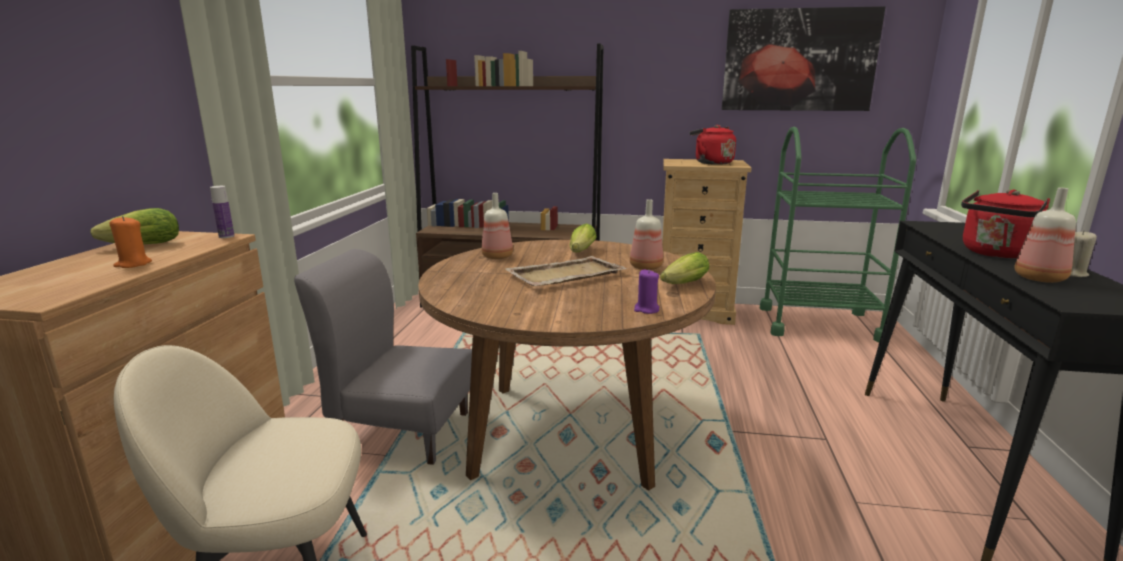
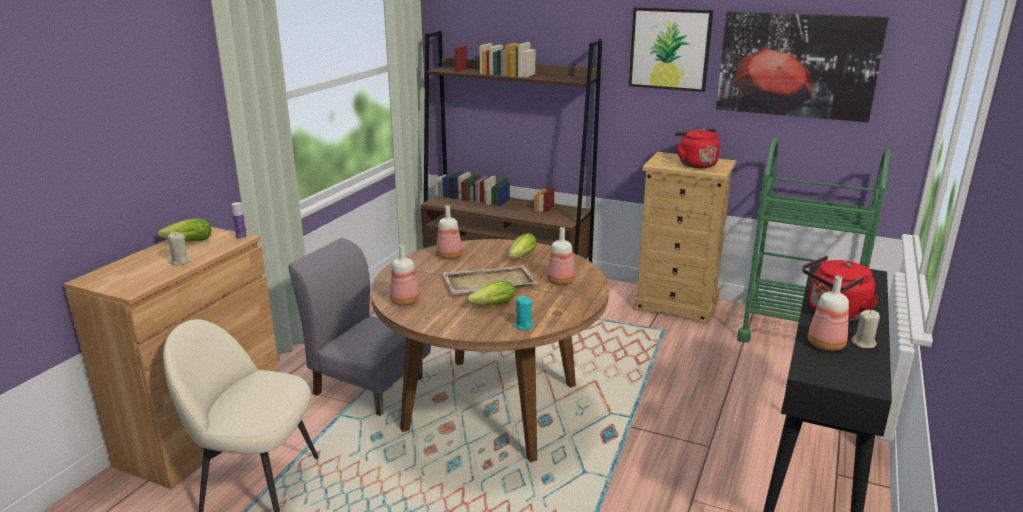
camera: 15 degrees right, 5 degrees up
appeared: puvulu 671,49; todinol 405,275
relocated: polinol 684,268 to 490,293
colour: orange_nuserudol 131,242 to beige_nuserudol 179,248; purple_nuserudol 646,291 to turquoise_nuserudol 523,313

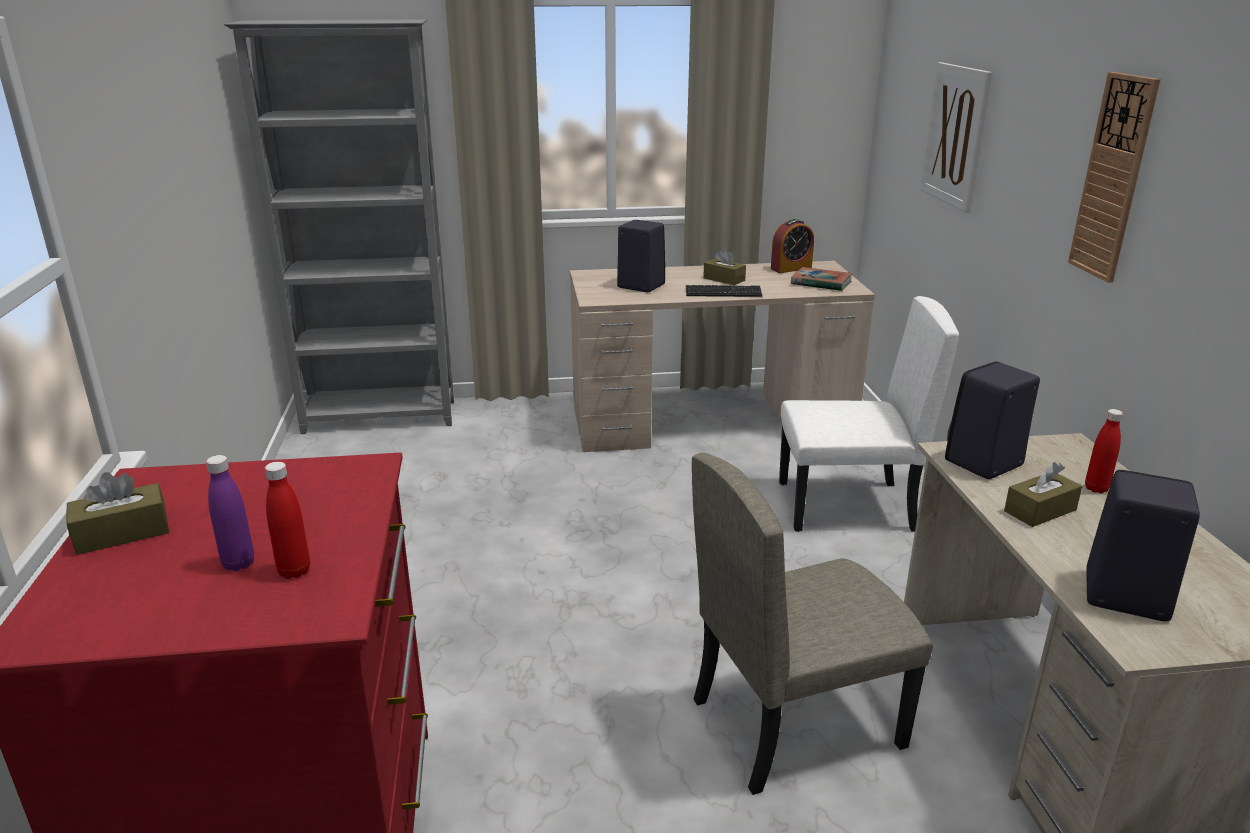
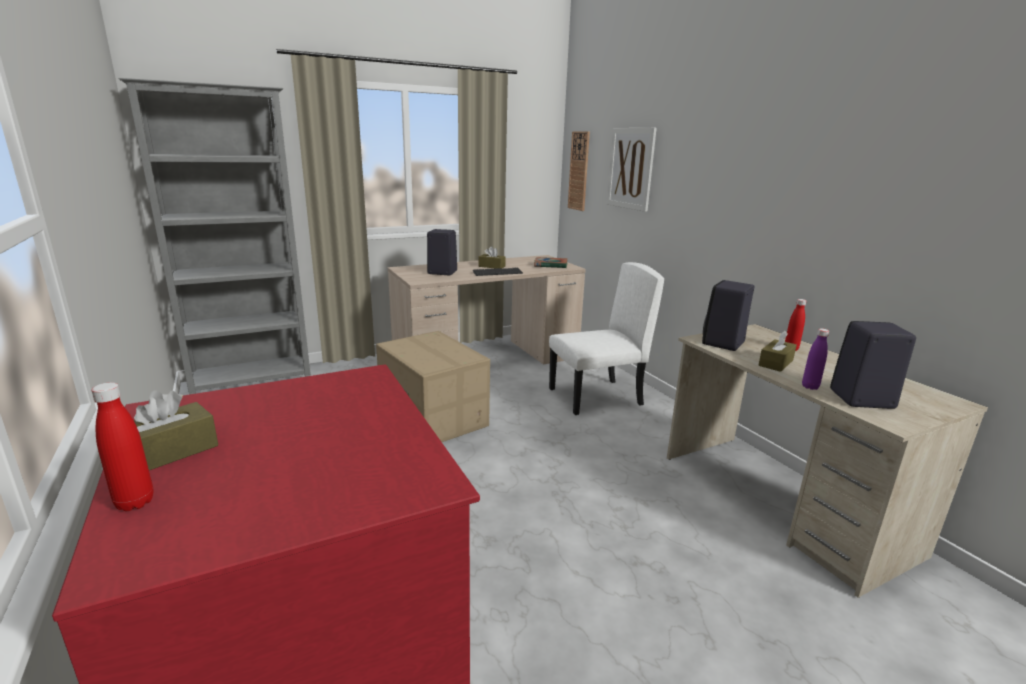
camera: 20 degrees left, 5 degrees down
missing: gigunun 792,246; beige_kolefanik 812,624
appeared: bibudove 433,386
relocated: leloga 1114,177 to 579,171; purple_todinol 230,513 to 815,359; red_todinol 287,520 to 122,446

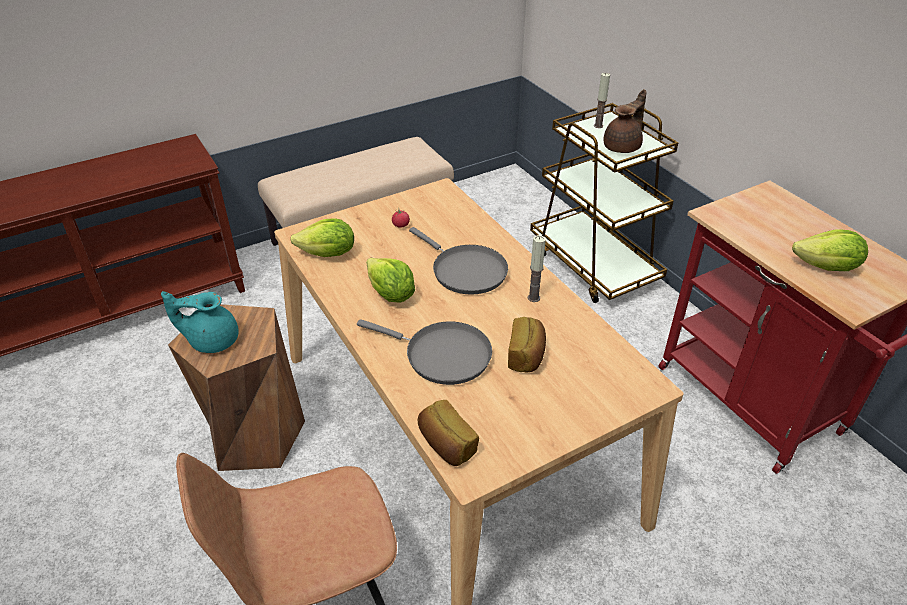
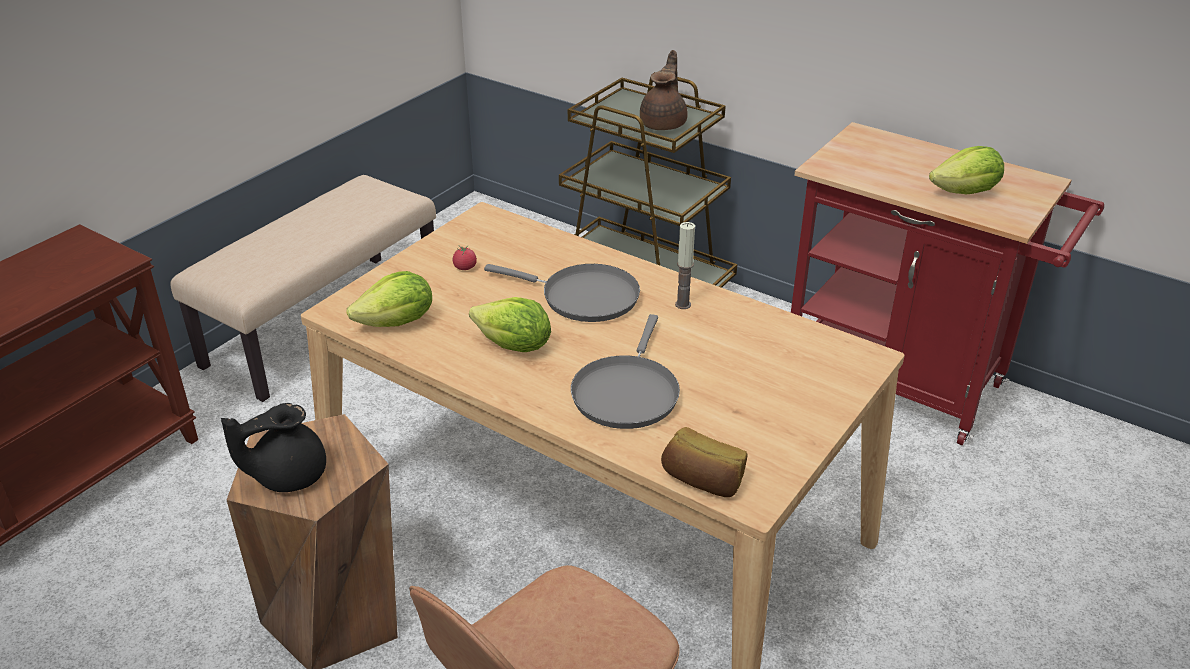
camera: 25 degrees left, 5 degrees down
missing: nuserudol 602,100; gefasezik 527,345
colour: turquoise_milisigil 199,322 to black_milisigil 273,447
spun: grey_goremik 424,352 = 625,371 105 degrees clockwise

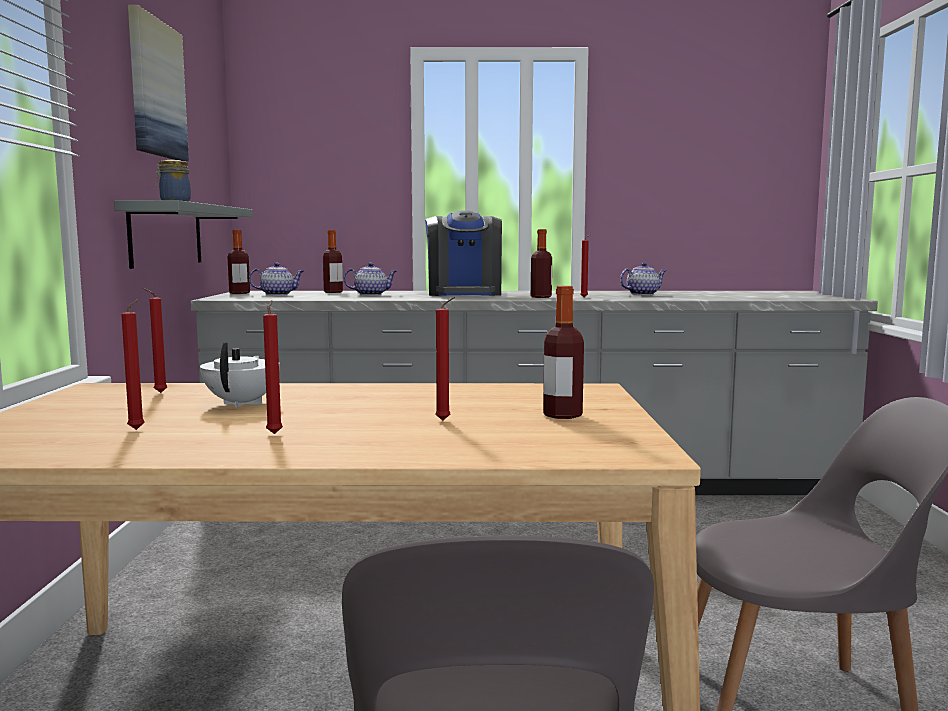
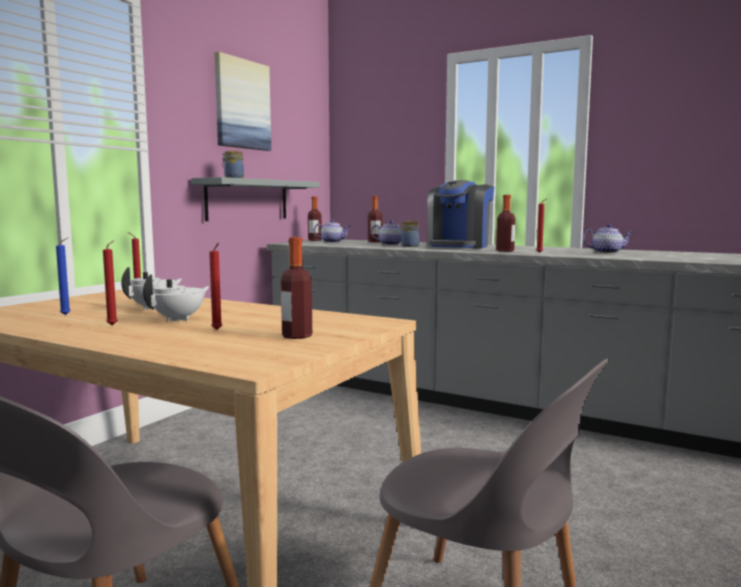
camera: 30 degrees right, 0 degrees up
appeared: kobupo 410,234; white_milisigil 176,297
colour: red_nuserudol 133,364 to blue_nuserudol 63,276

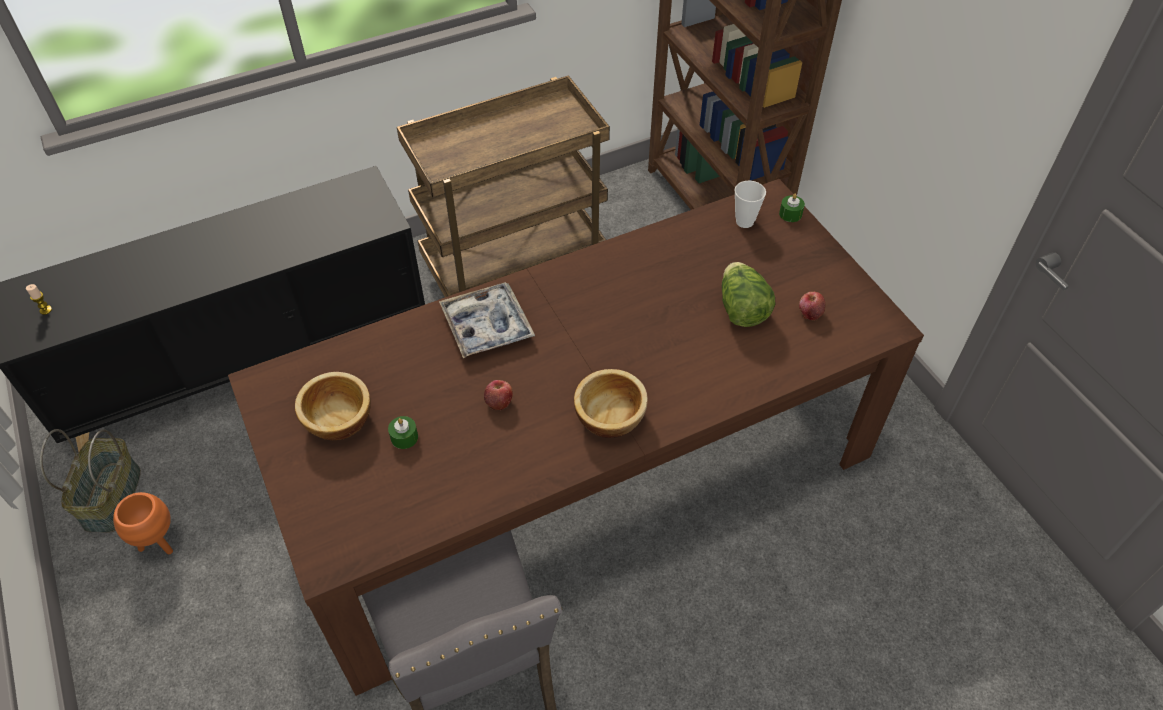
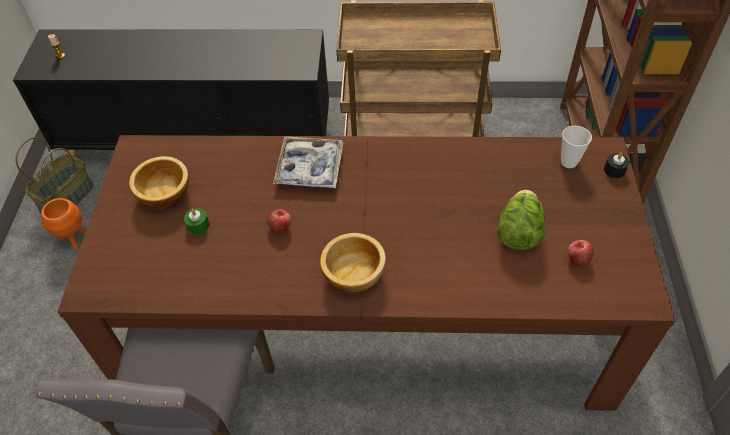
camera: 30 degrees right, 0 degrees up
colour: green_nuserudol 792,208 to black_nuserudol 616,165

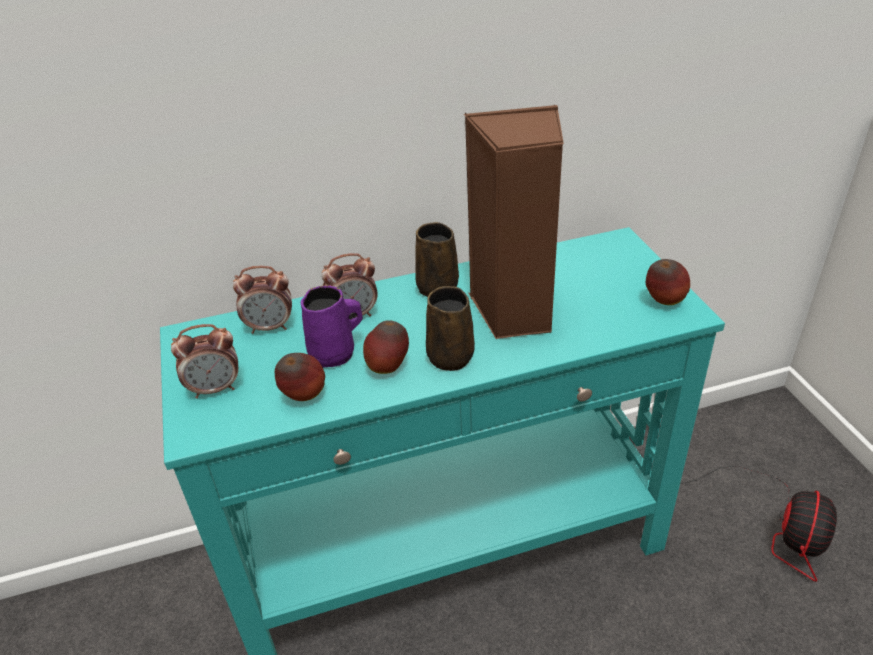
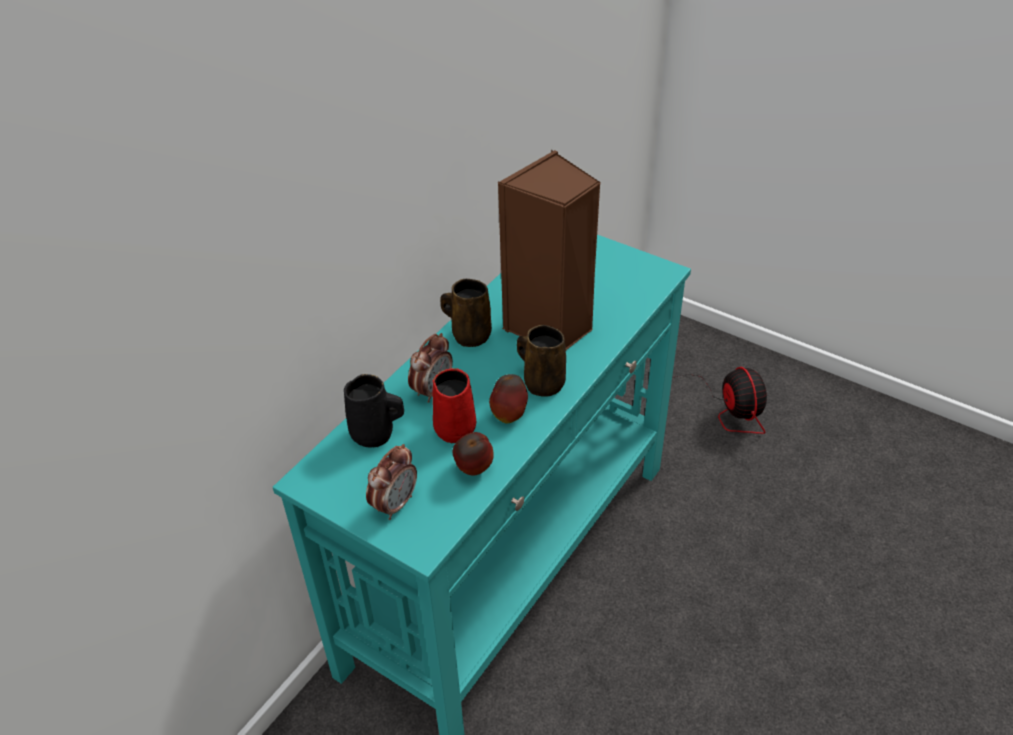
camera: 40 degrees left, 5 degrees up
missing: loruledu 668,282
exchanged: gigunun 262,300 to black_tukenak 374,411
colour: purple_tukenak 332,326 to red_tukenak 454,405

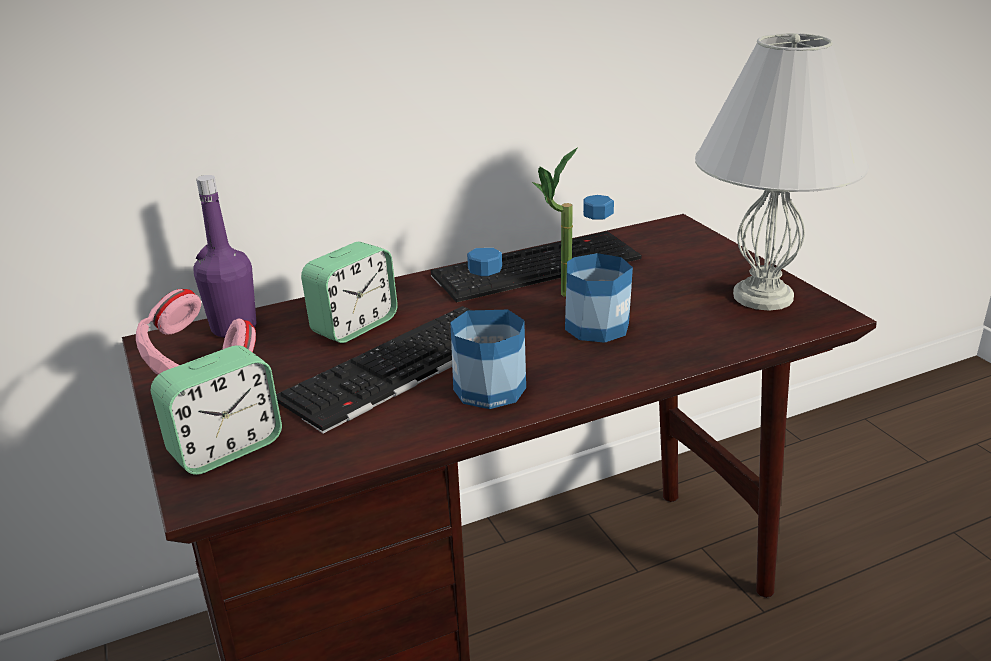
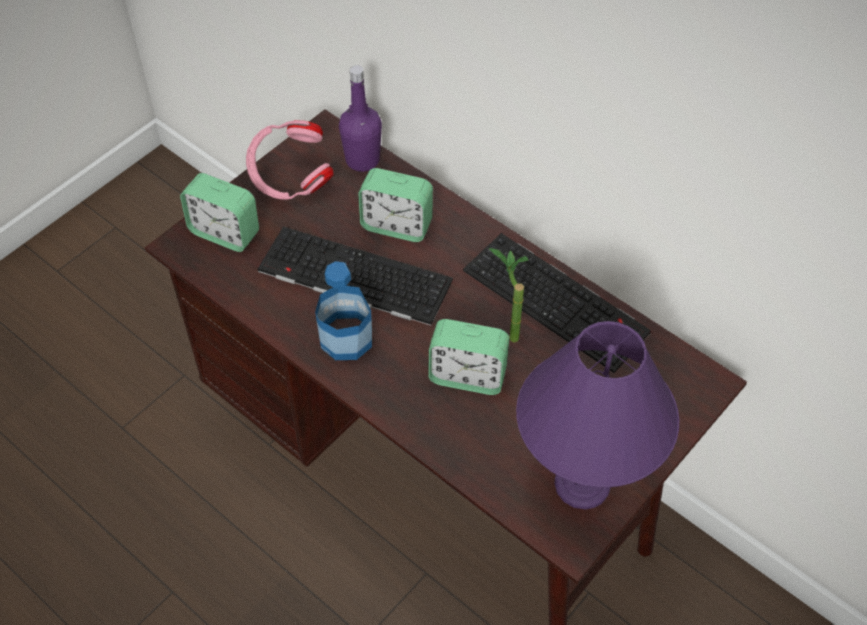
camera: 65 degrees right, 25 degrees up
exchanged: todinol 599,269 to gigunun 469,357
colour: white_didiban 782,172 to purple_didiban 597,415

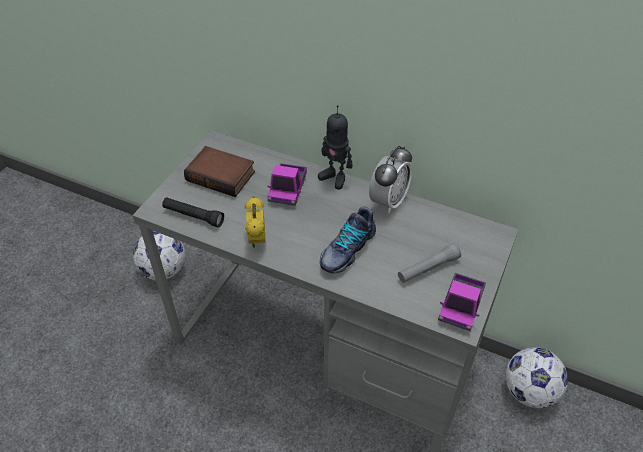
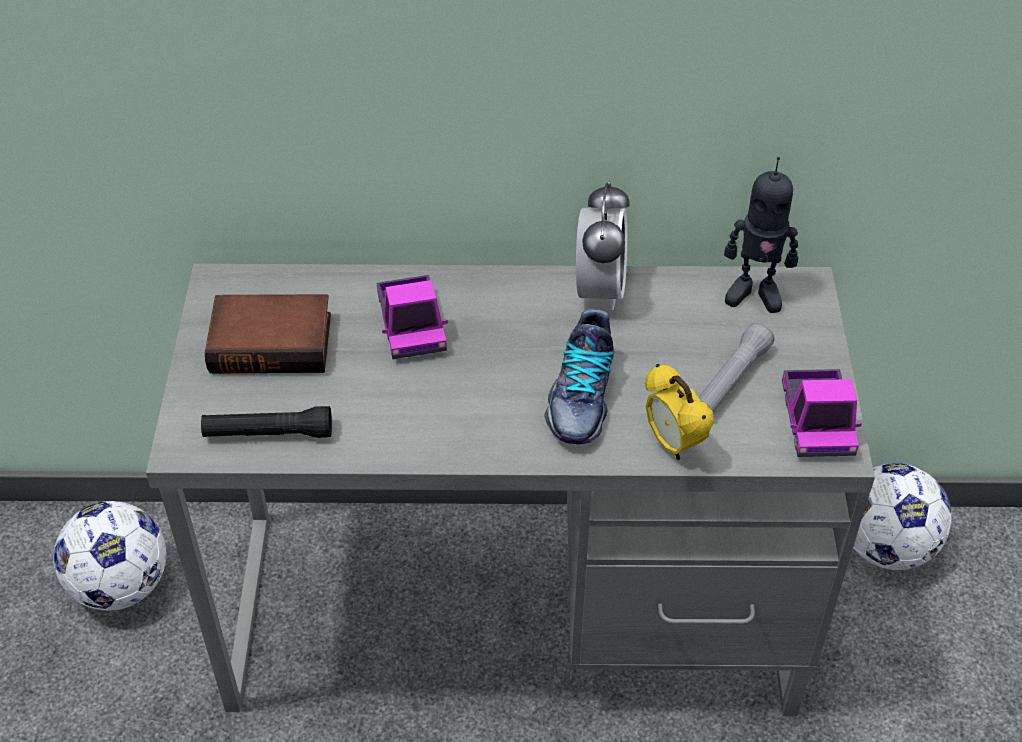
camera: 25 degrees left, 0 degrees up
relocated: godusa 335,147 to 761,235; gigunun 255,222 to 679,412

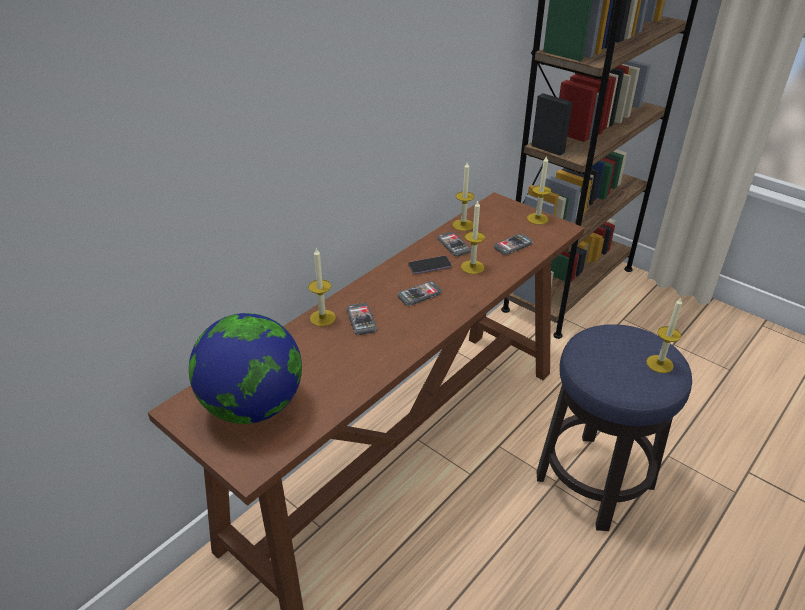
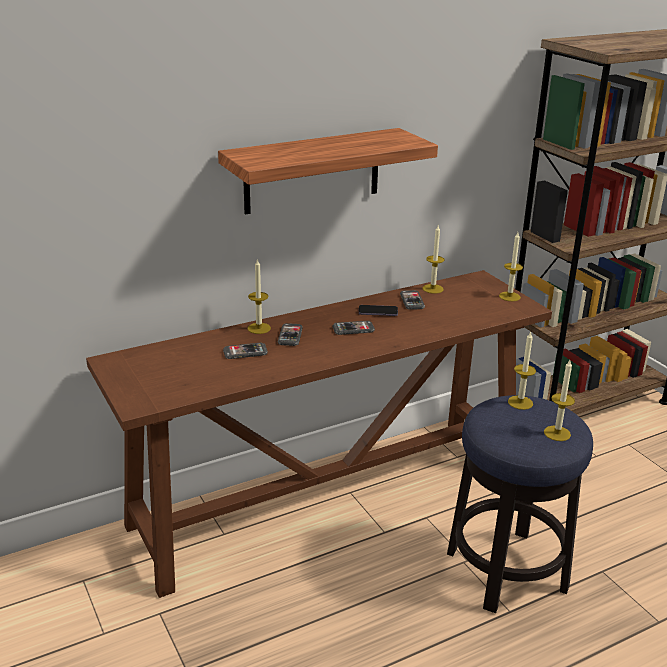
camera: 20 degrees right, 10 degrees down
missing: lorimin 245,368
appeared: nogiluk 328,171
relocated: nuserudol 473,237 to 522,371; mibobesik 513,244 to 245,351

